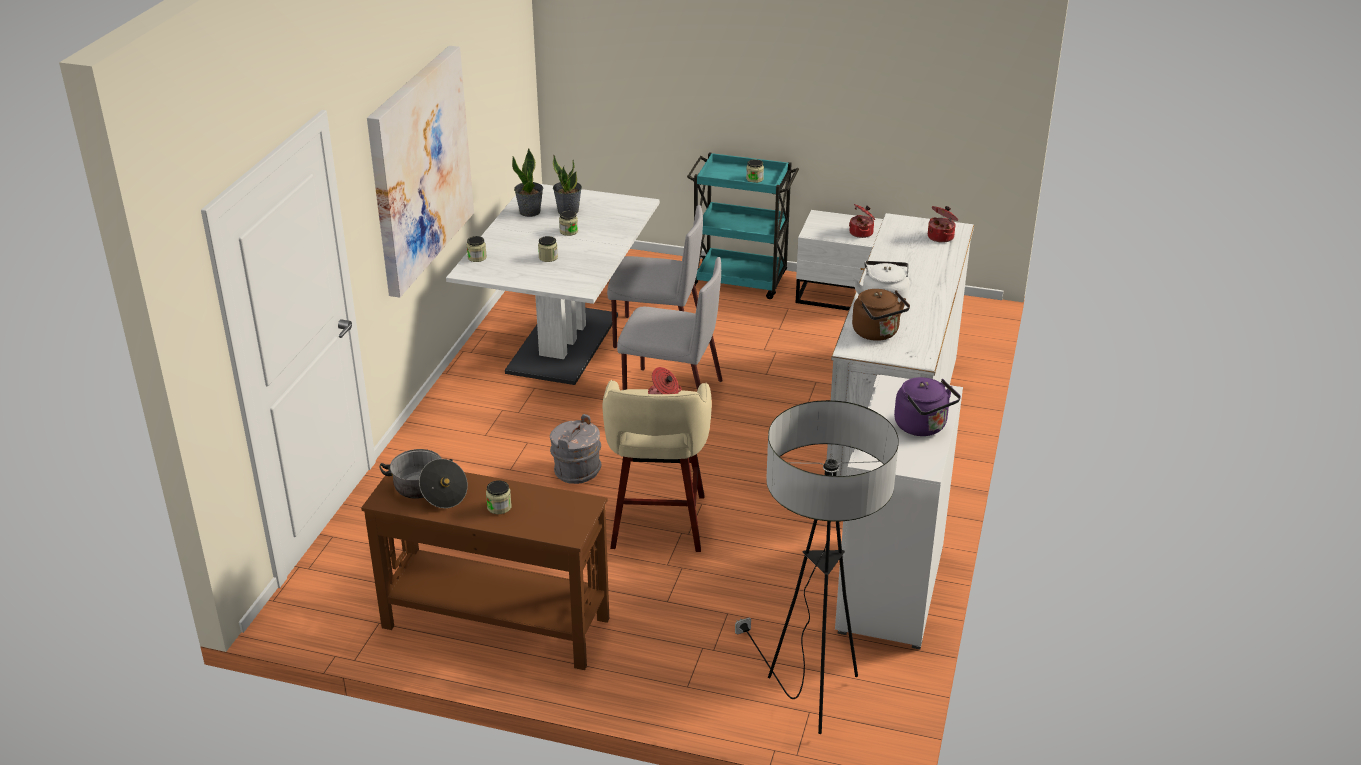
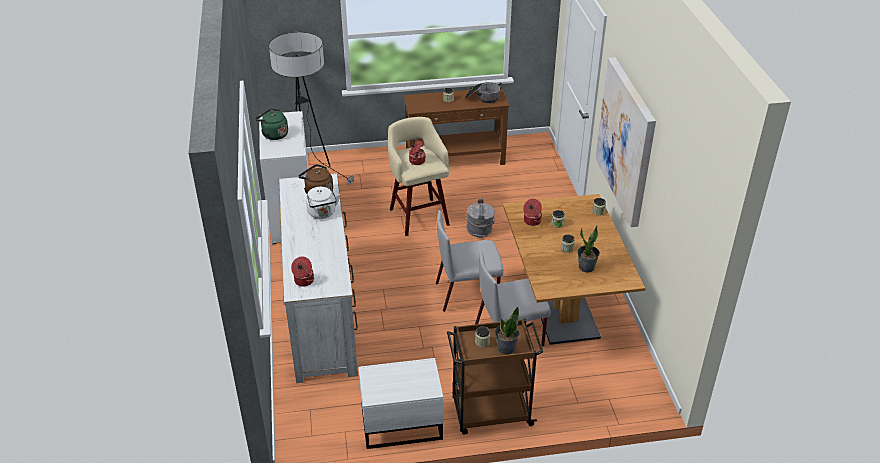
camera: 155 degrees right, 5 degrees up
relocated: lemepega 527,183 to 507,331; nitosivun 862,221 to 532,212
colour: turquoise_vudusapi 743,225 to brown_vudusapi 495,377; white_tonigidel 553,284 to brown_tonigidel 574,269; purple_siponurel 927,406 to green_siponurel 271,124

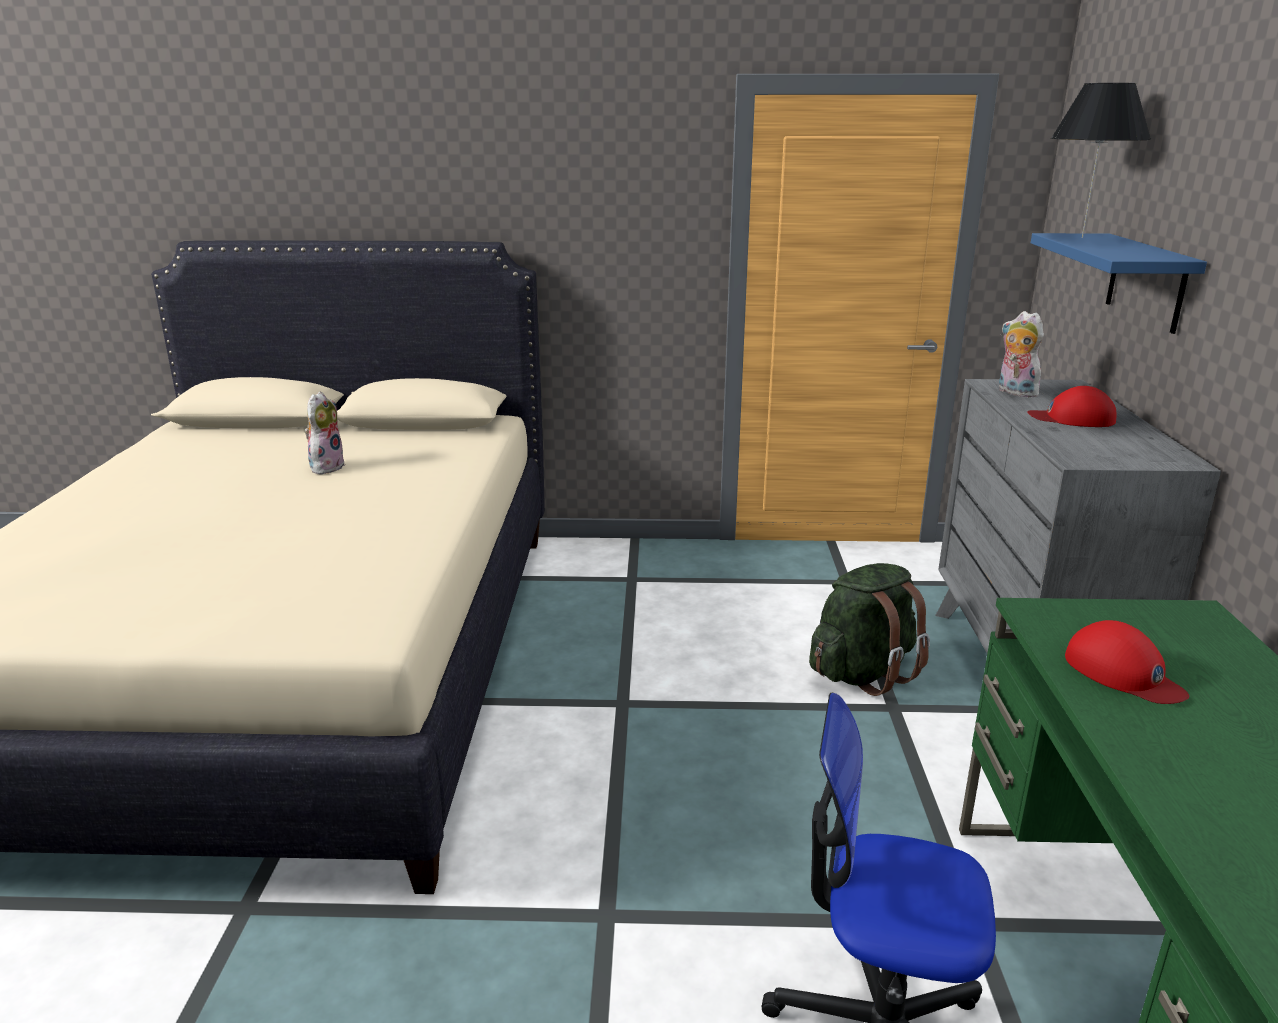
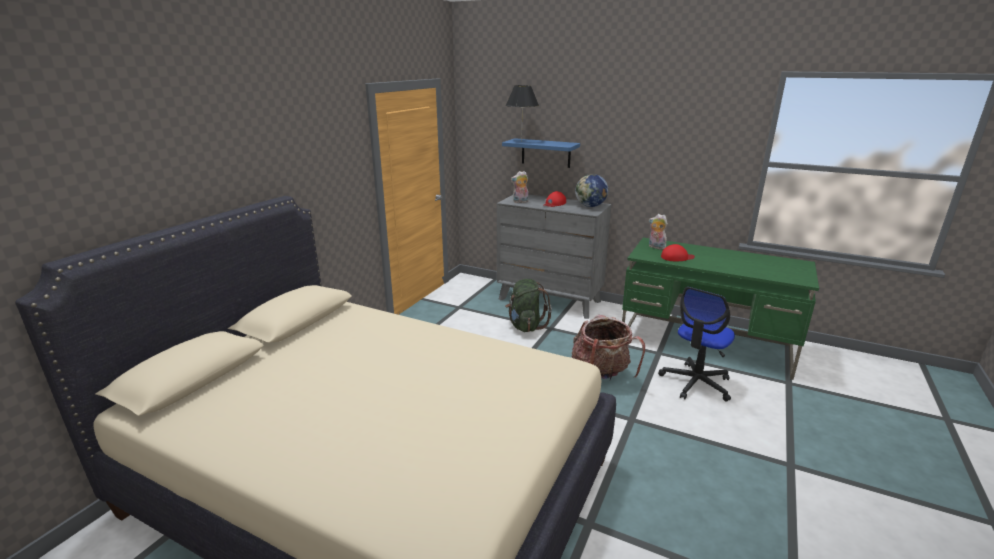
camera: 65 degrees left, 0 degrees up
appeared: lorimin 591,190; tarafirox 608,347
relocated: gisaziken 325,433 to 658,232

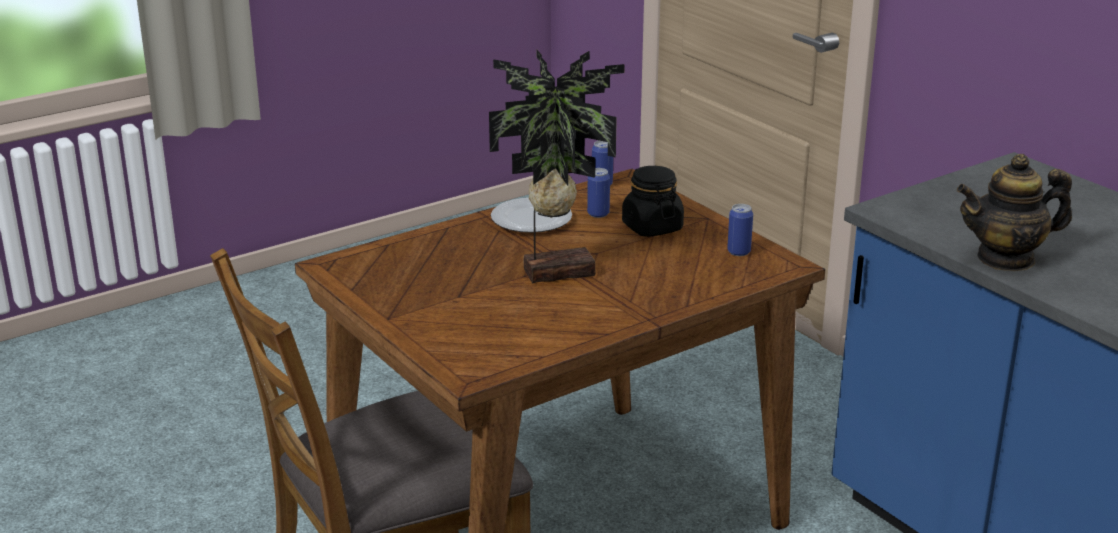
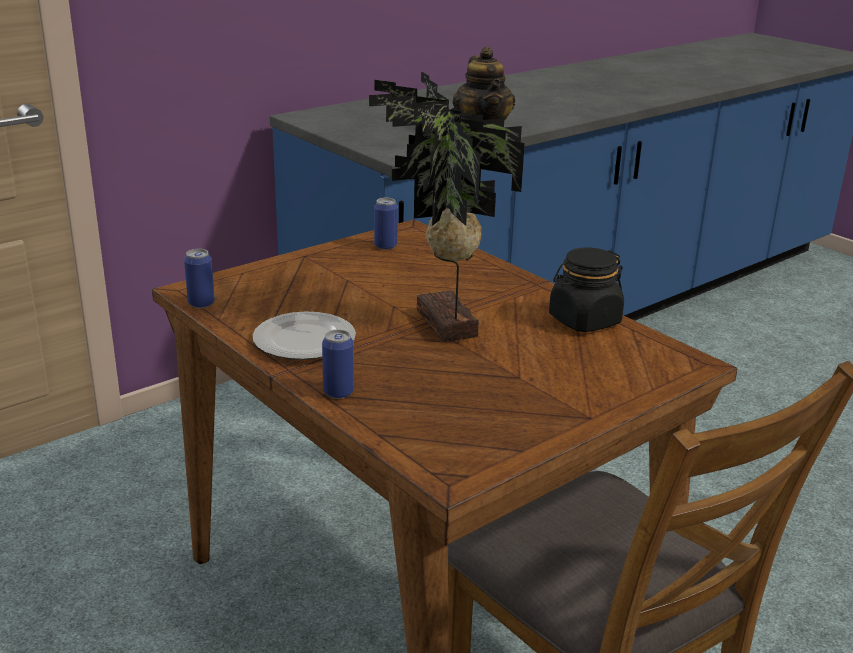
camera: 95 degrees left, 0 degrees up
relocated: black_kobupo 653,201 to 586,289; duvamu 598,193 to 338,364

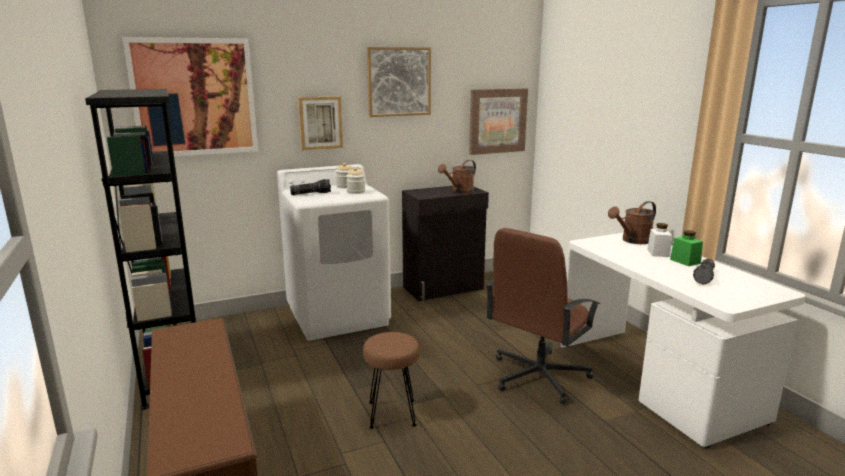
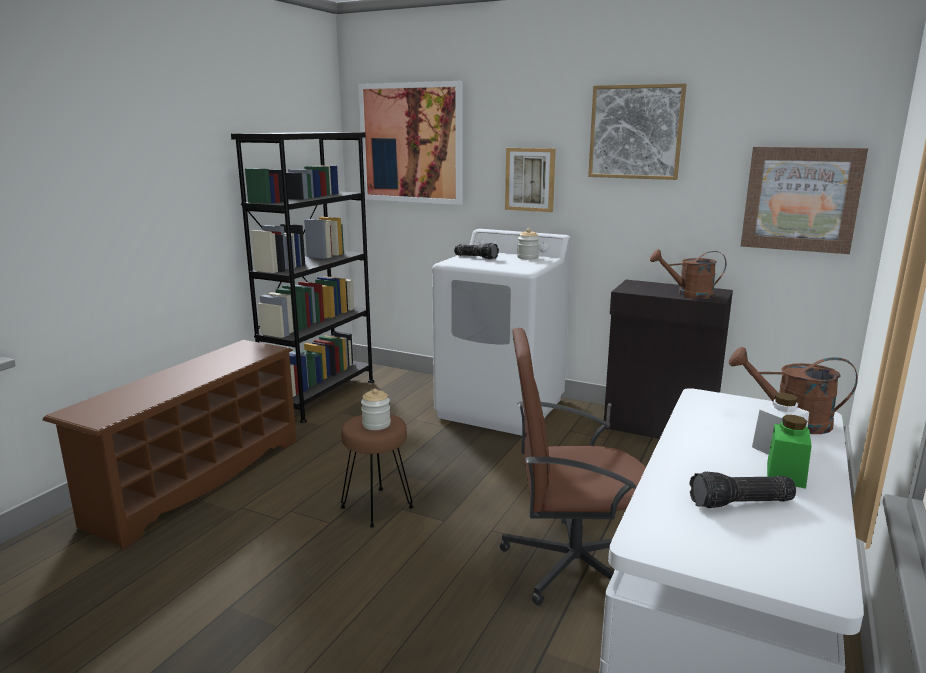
camera: 50 degrees right, 0 degrees up
relocated: kobupo 355,180 to 376,409

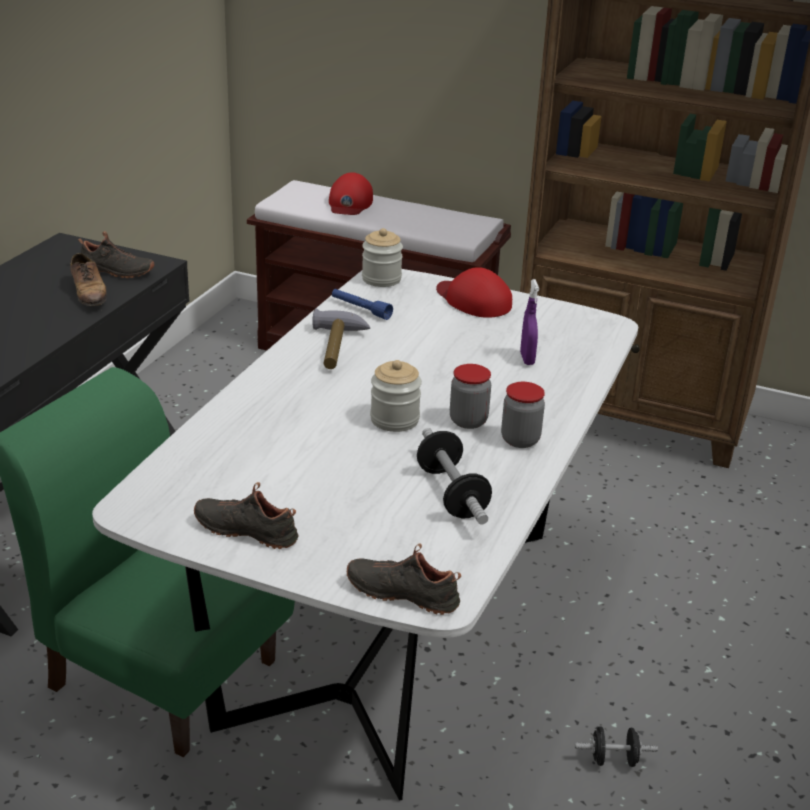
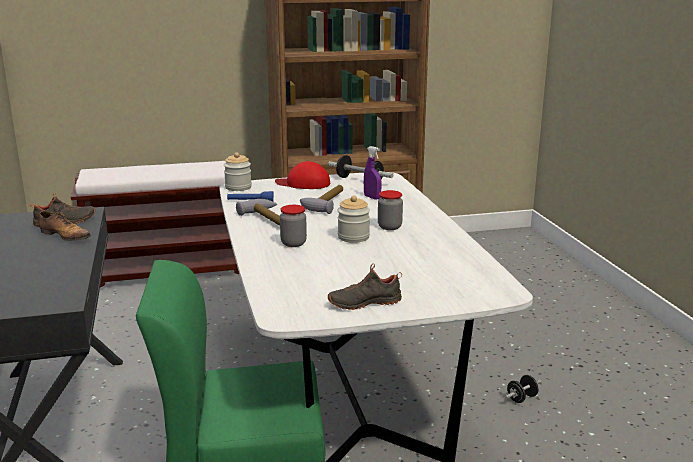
camera: 35 degrees left, 10 degrees down
missing: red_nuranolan 351,193; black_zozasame 404,579
appeared: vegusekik 321,199
relocated: kobupo 523,415 to 293,226; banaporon 454,476 to 360,167

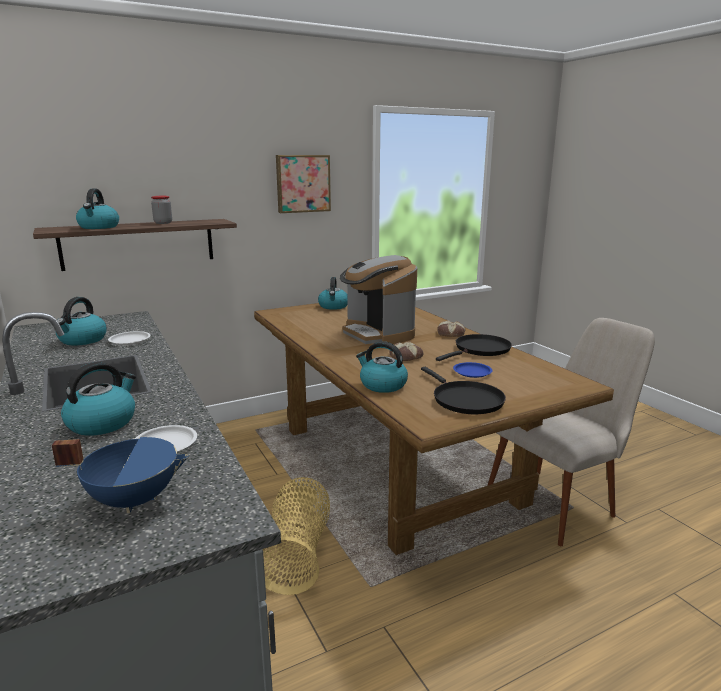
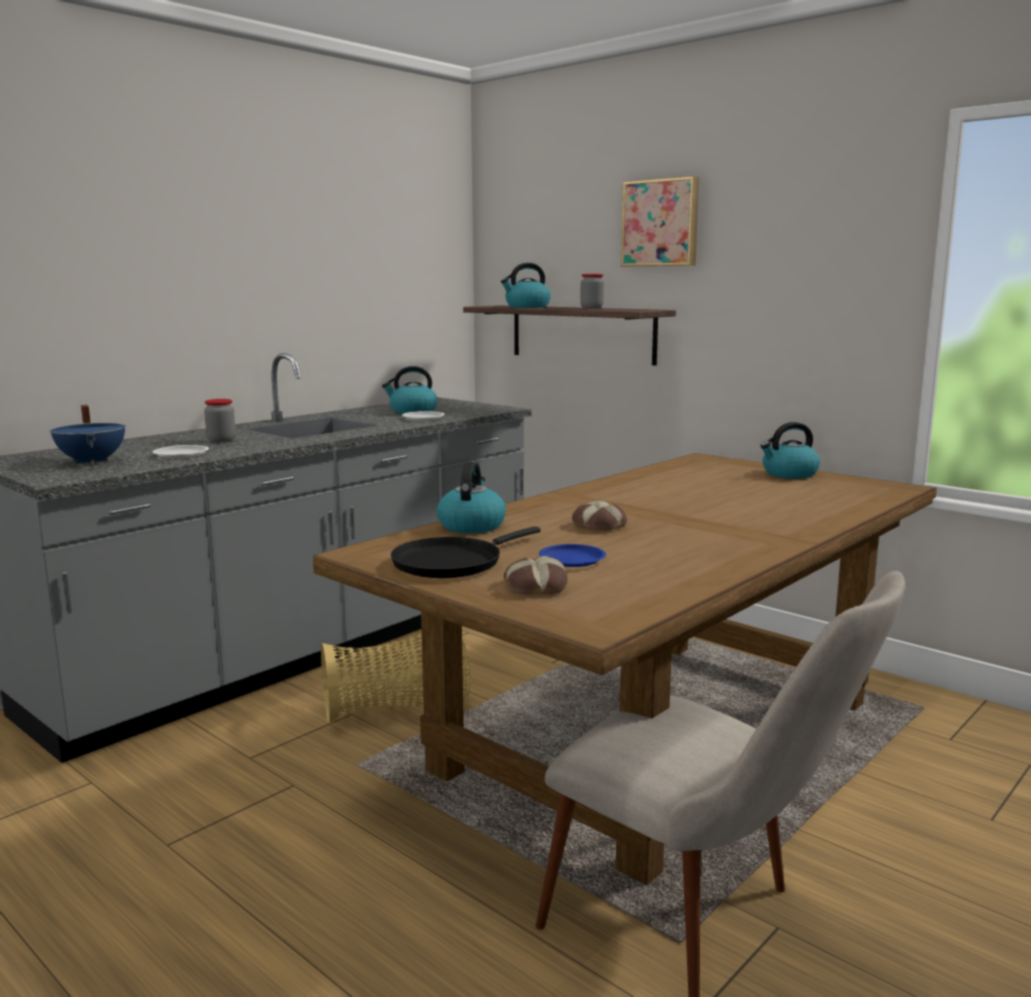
camera: 70 degrees right, 5 degrees down
missing: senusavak 378,299; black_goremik 474,347
relocated: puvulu 303,184 to 660,221; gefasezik 451,328 to 535,575
exchanged: siponurel 98,399 to kobupo 220,420

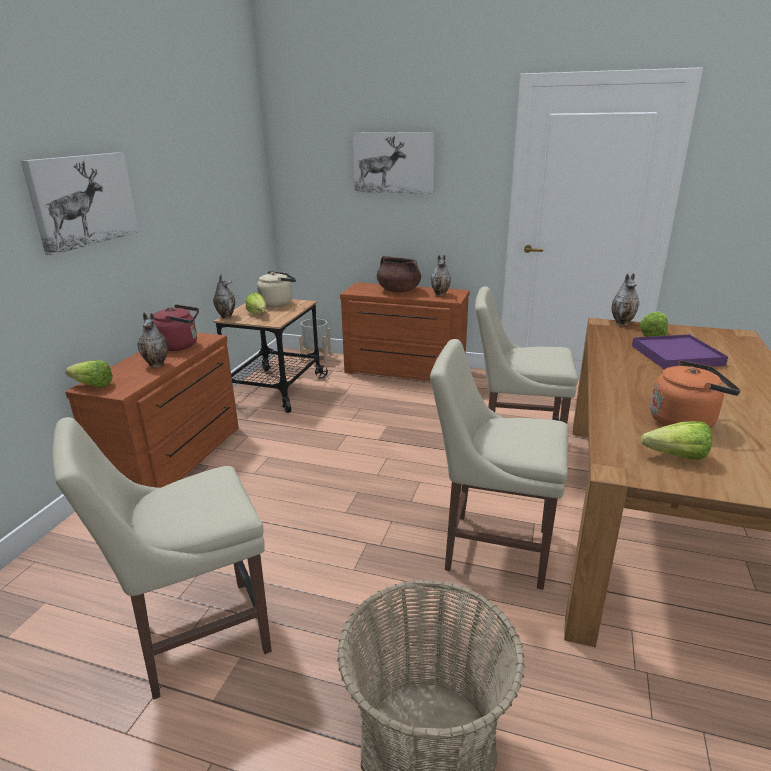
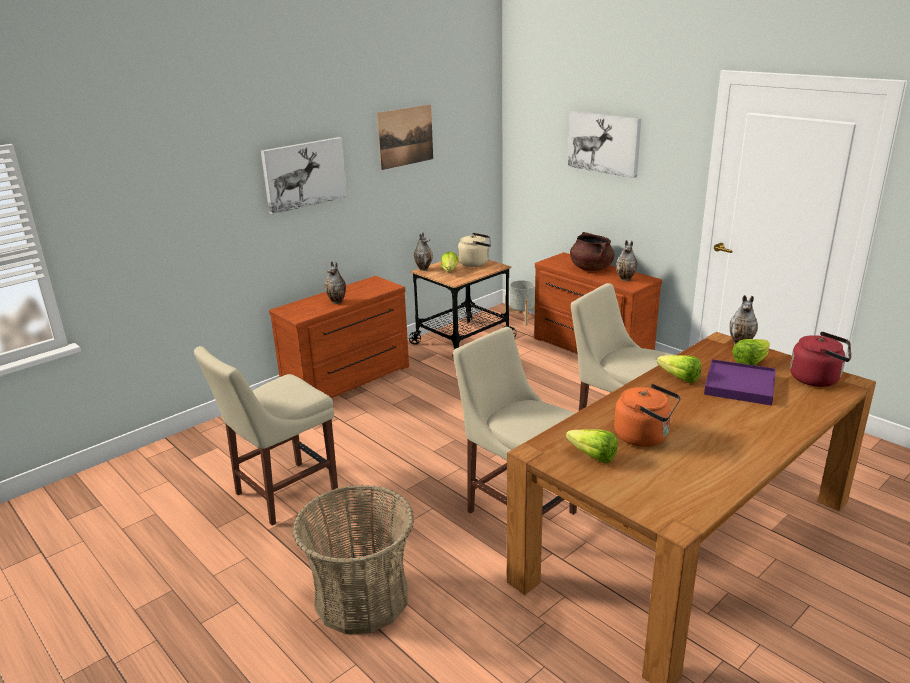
camera: 30 degrees right, 0 degrees up
appeared: puvulu 405,137
relocated: red_siponurel 176,327 to 820,359; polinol 89,374 to 679,369
spun: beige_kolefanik 162,558 = 266,435 45 degrees counterclockwise

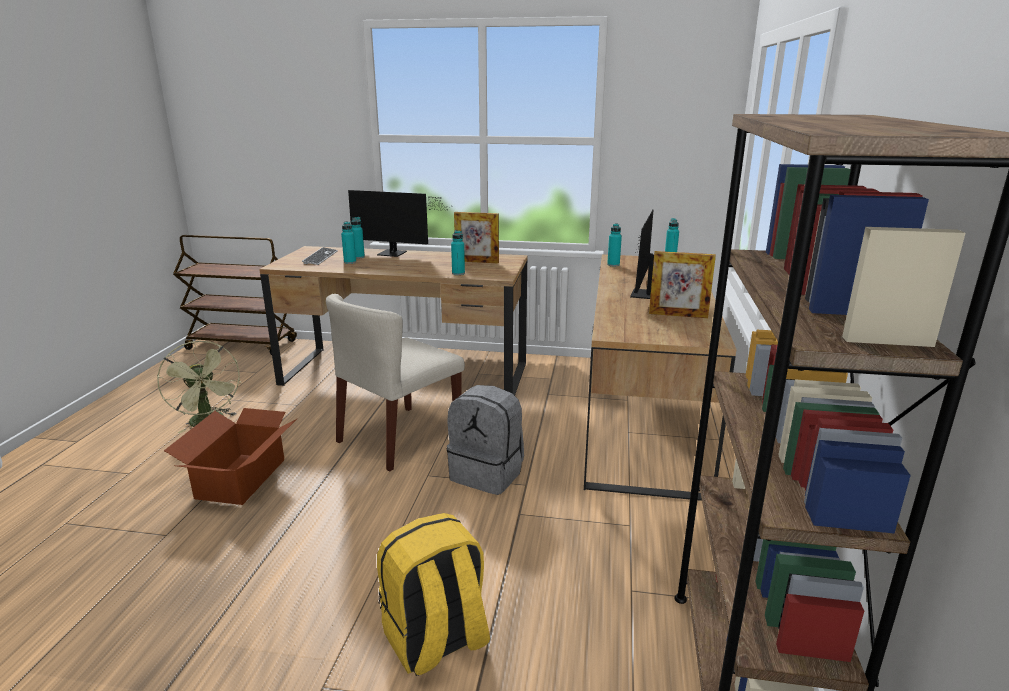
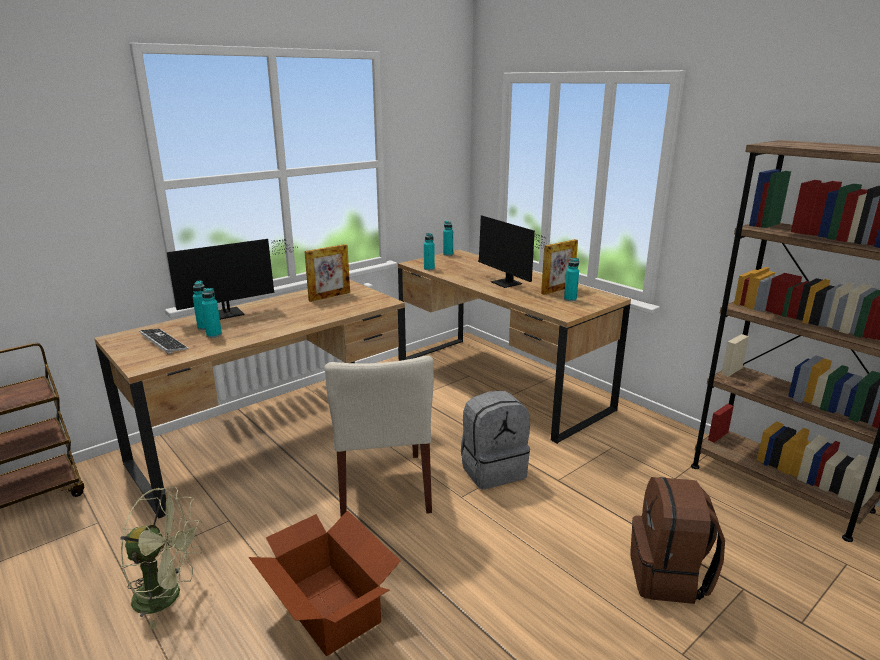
camera: 50 degrees left, 0 degrees up
relocated: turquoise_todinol 458,252 to 571,279
colour: yellow_tarafirox 433,594 to brown_tarafirox 678,540

